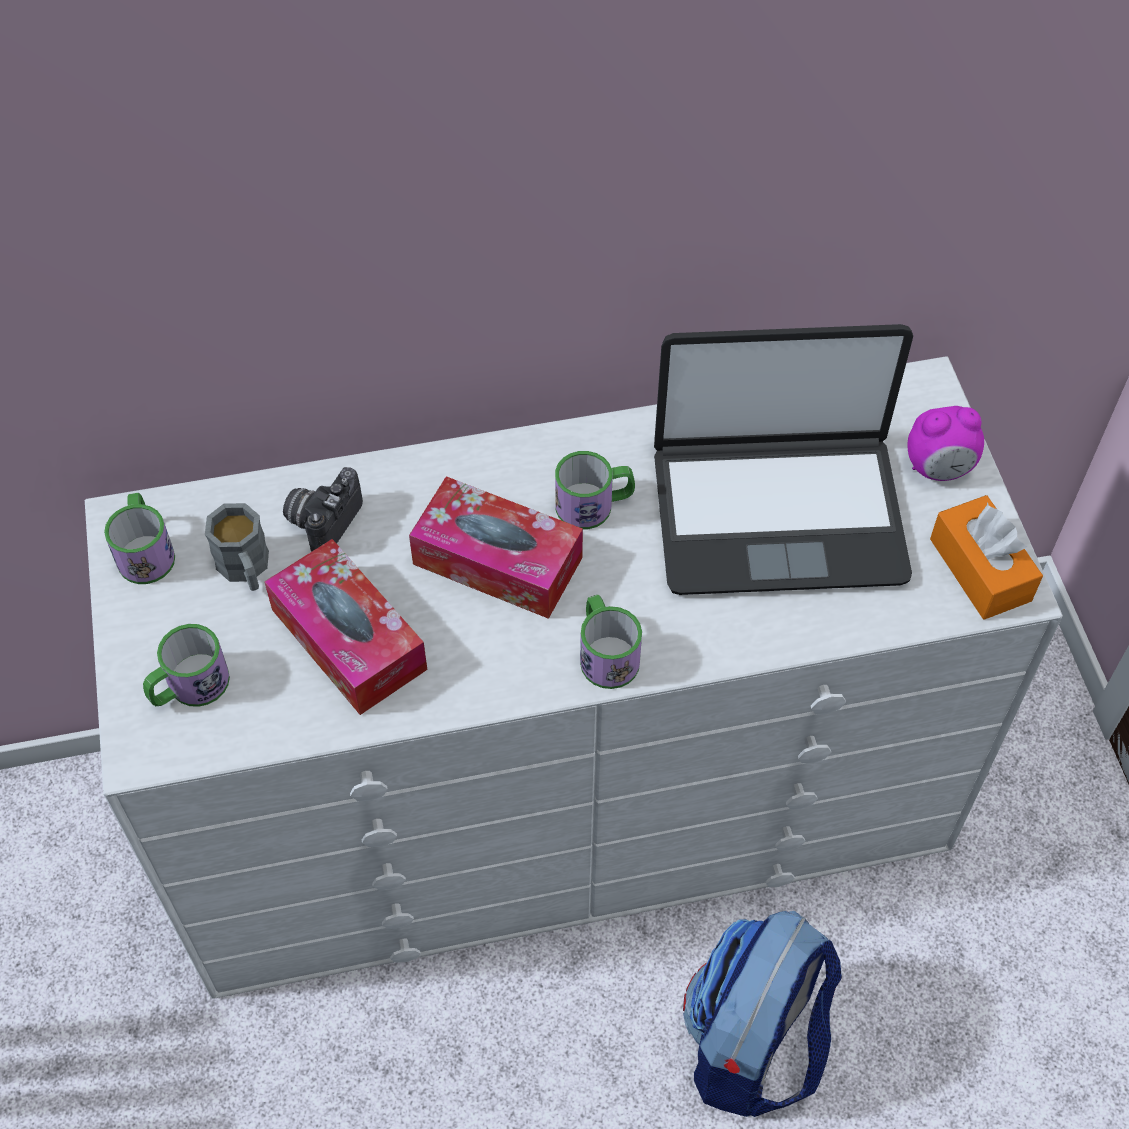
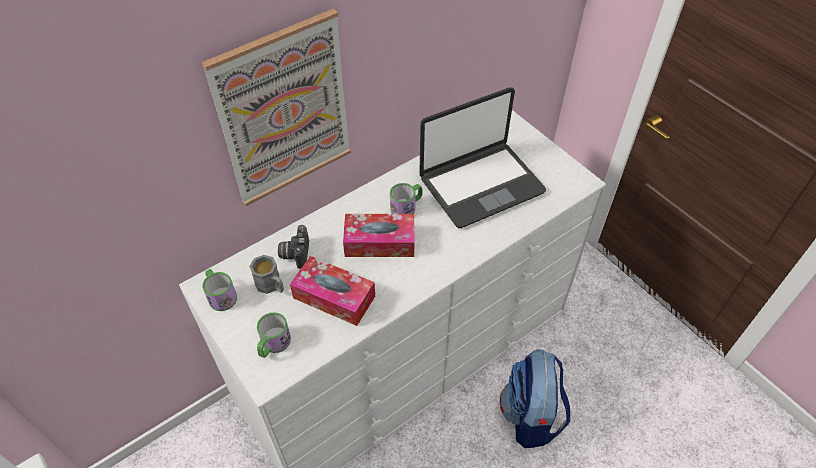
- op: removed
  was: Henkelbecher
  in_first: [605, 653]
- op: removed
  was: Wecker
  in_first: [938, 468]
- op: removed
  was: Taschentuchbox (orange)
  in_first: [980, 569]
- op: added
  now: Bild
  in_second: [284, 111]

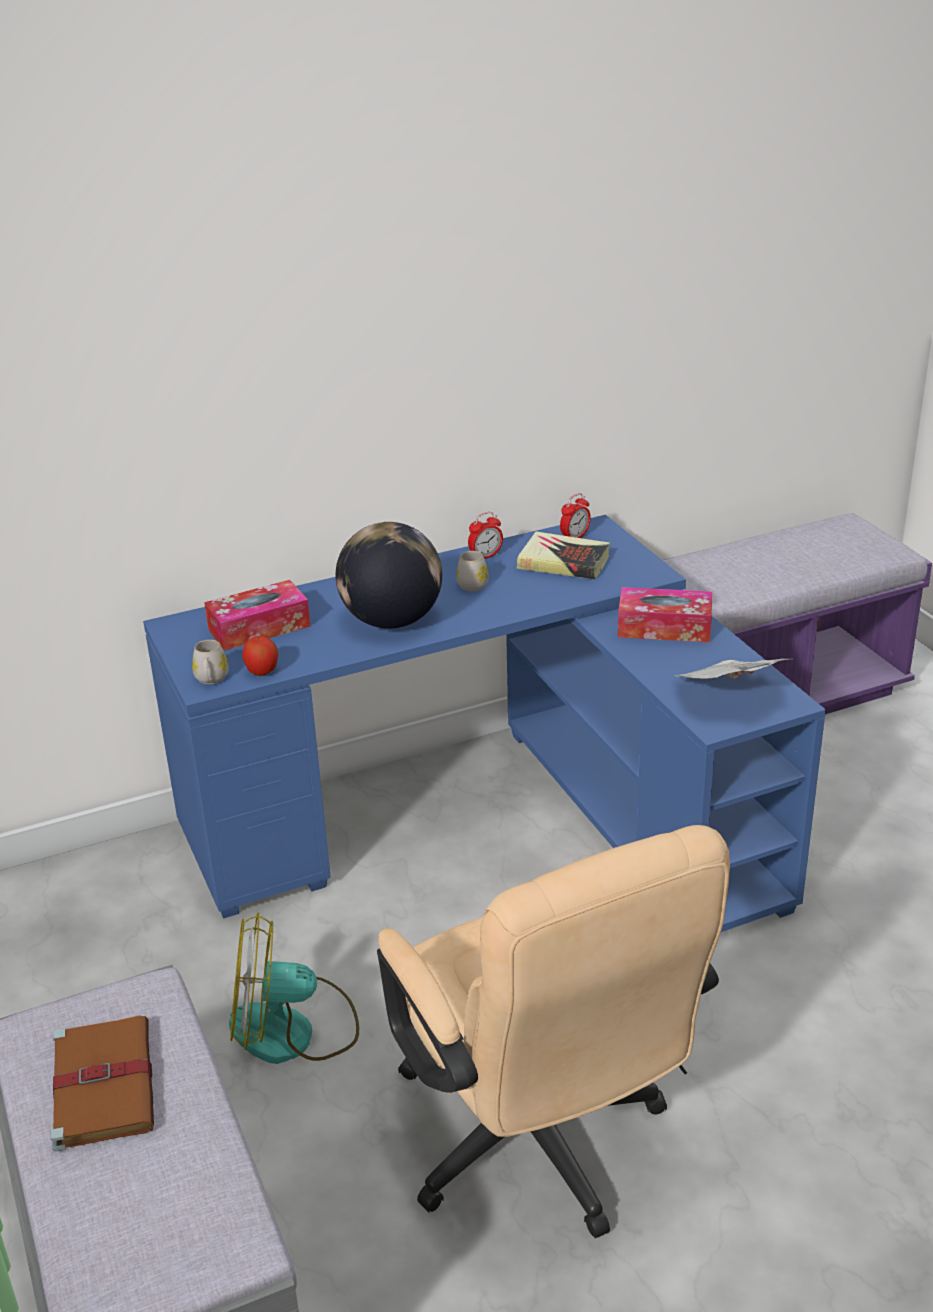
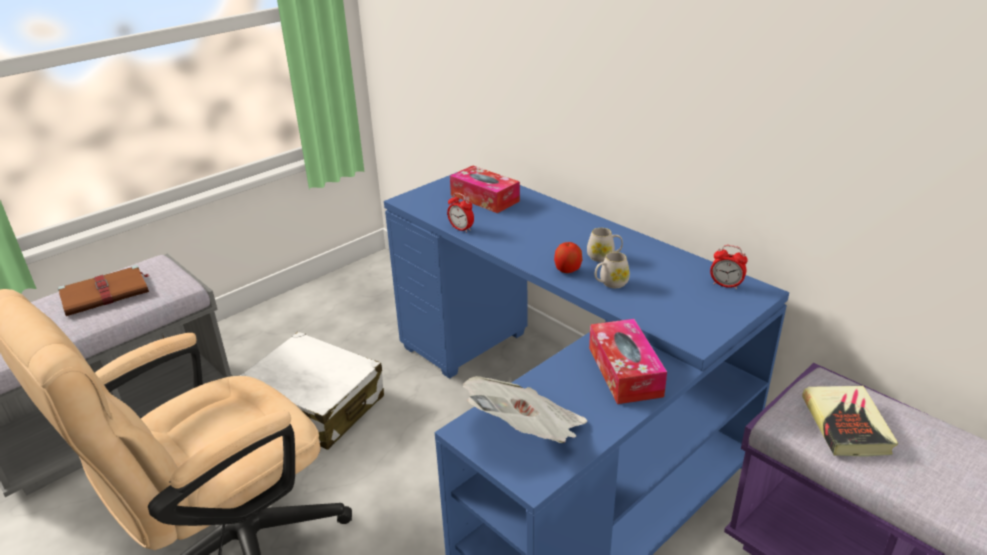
- op: moved
  was: Henkelbecher (weiß)
  in_first: [211, 680]
  in_second: [610, 283]
- op: replaced
  was: Ventilator
  now: Koffer (weiß)
  in_first: [292, 1032]
  in_second: [315, 405]
- op: moved
  was: Apfel
  in_first: [262, 671]
  in_second: [567, 270]
- op: removed
  was: Globus
  in_first: [392, 621]
- op: moved
  was: Wecker
  in_first: [485, 556]
  in_second: [461, 229]
- op: moved
  was: Buch
  in_first: [563, 562]
  in_second: [846, 425]

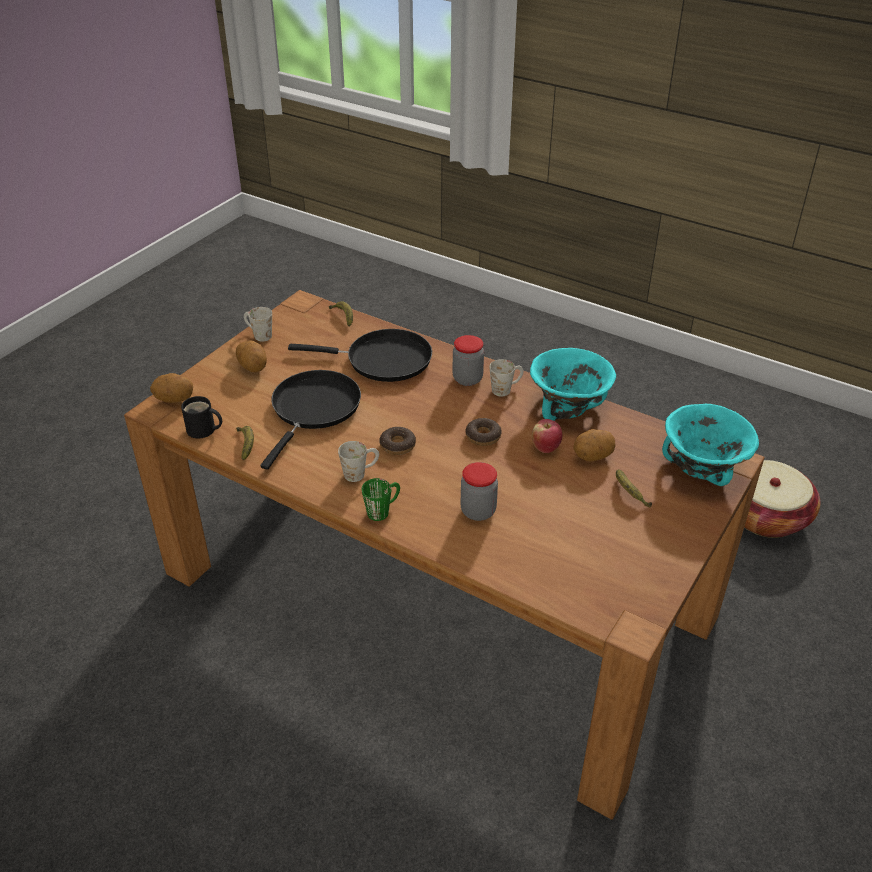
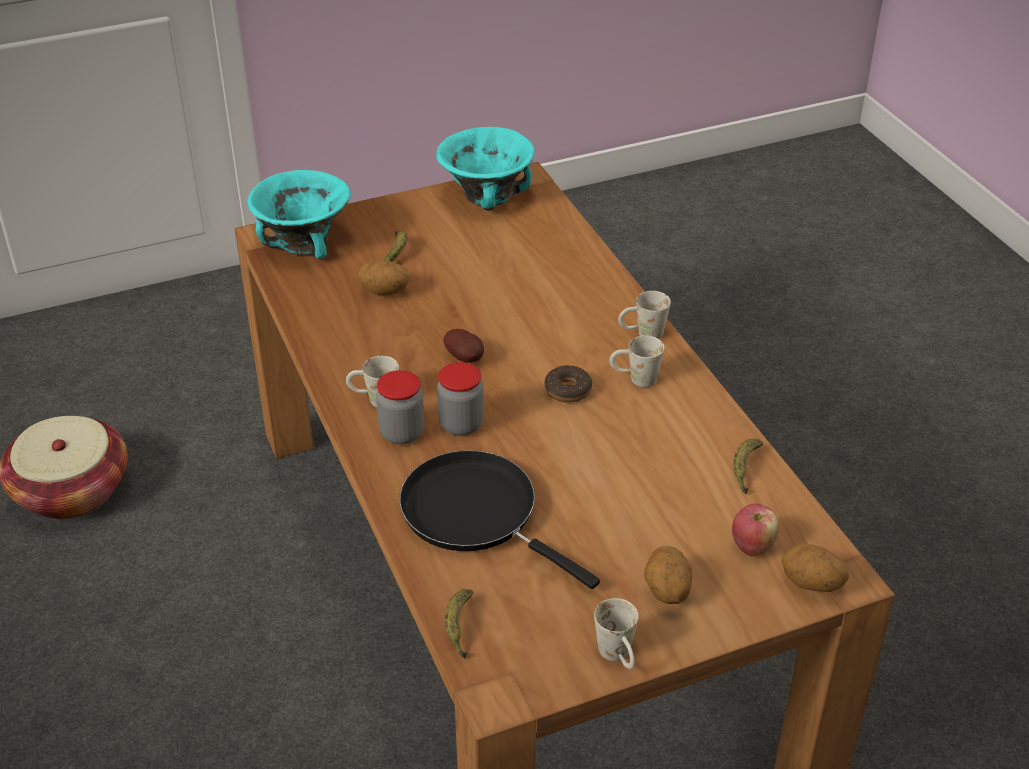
- op: removed
  was: Henkelbecher (schwarz)
  in_first: [203, 430]
- op: removed
  was: Pfanne (schwarz)
  in_first: [313, 409]
- op: recoloured
  was: Henkelbecher (grün)
  now: Henkelbecher (weiß)
  in_first: [383, 510]
  in_second: [642, 334]
- op: moved
  was: Vorratsglas
  in_first: [478, 511]
  in_second: [461, 424]
- op: replaced
  was: Donut
  now: Kartoffel
  in_first: [483, 436]
  in_second: [466, 358]
- op: moved
  was: Schüssel (türkis)
  in_first: [568, 407]
  in_second: [487, 195]
- op: moved
  was: Apfel
  in_first: [545, 448]
  in_second: [752, 546]

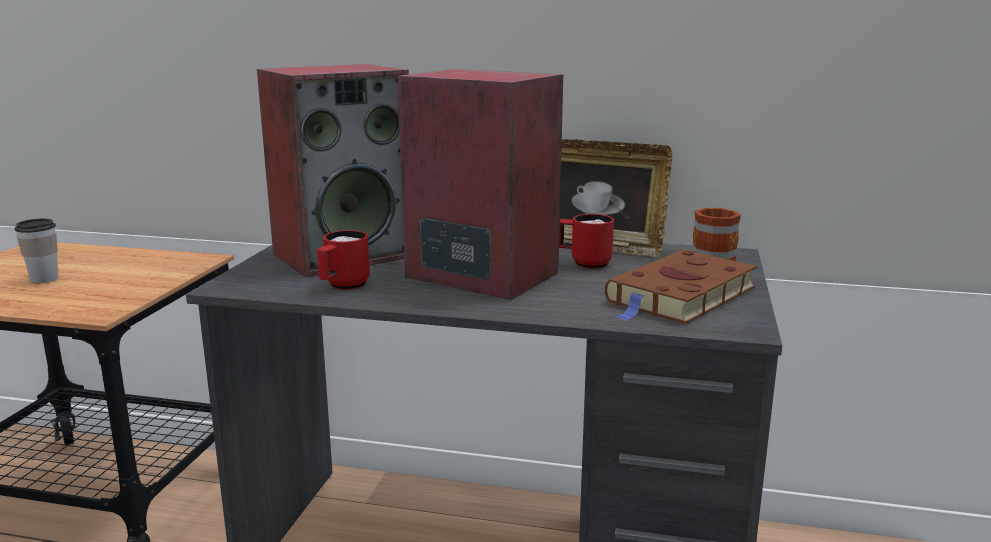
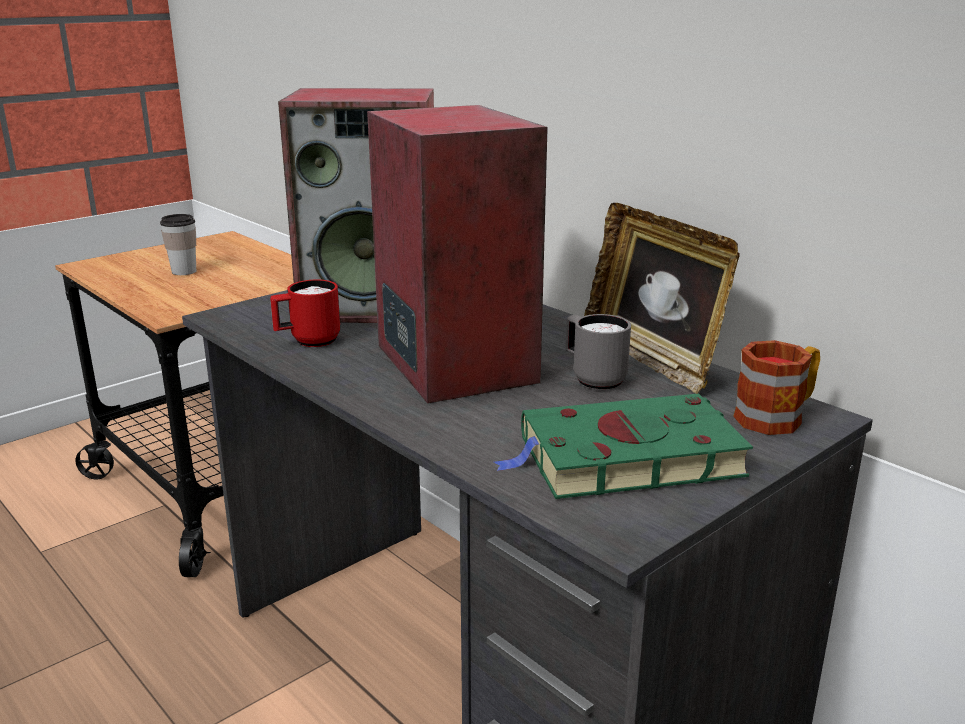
- op: recoloured
  was: Henkelbecher (rot)
  now: Henkelbecher (grau)
  in_first: [584, 263]
  in_second: [593, 378]
- op: recoloured
  was: Buch (braun)
  now: Buch (grün)
  in_first: [680, 296]
  in_second: [624, 458]

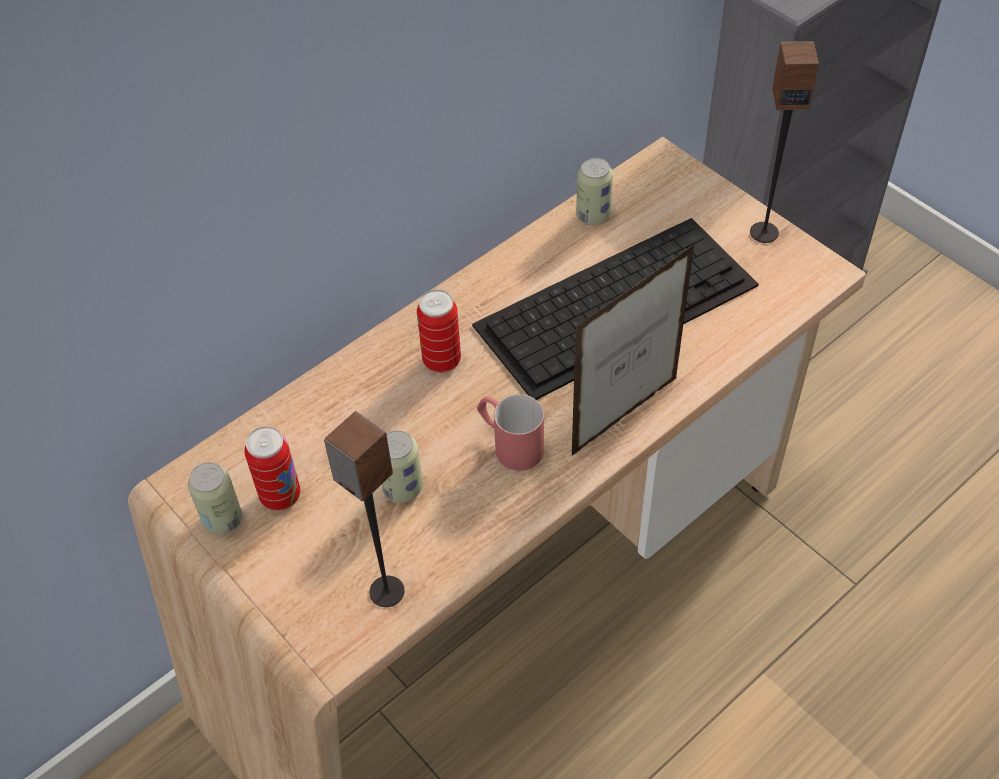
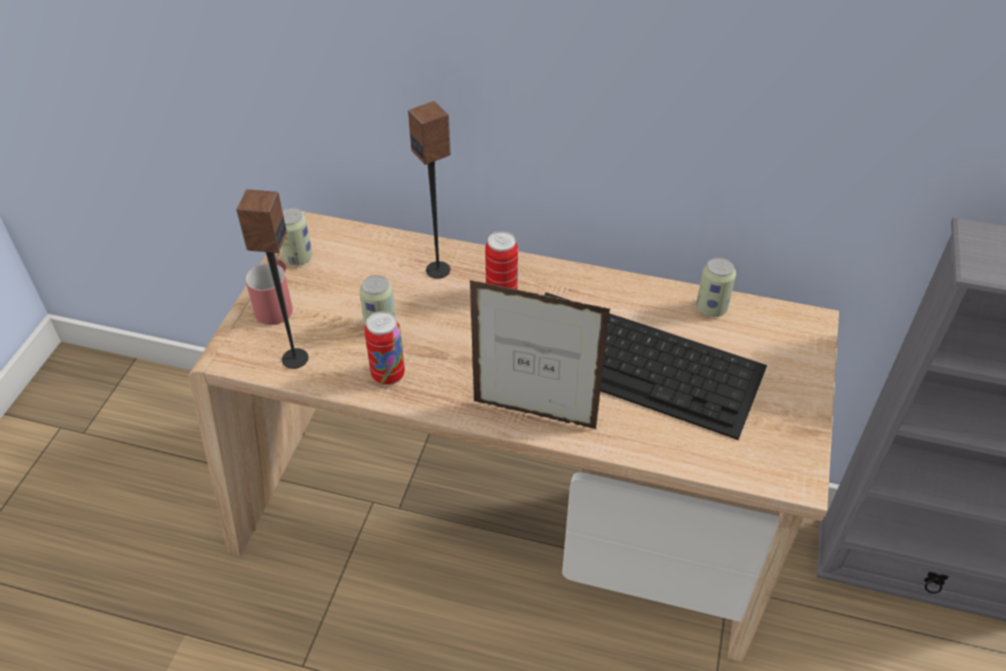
- op: moved
  was: Dose
  in_first: [280, 496]
  in_second: [388, 375]
- op: moved
  was: Henkelbecher (rot)
  in_first: [509, 444]
  in_second: [276, 304]
- op: moved
  was: Lautsprecher
  in_first: [764, 232]
  in_second: [438, 270]

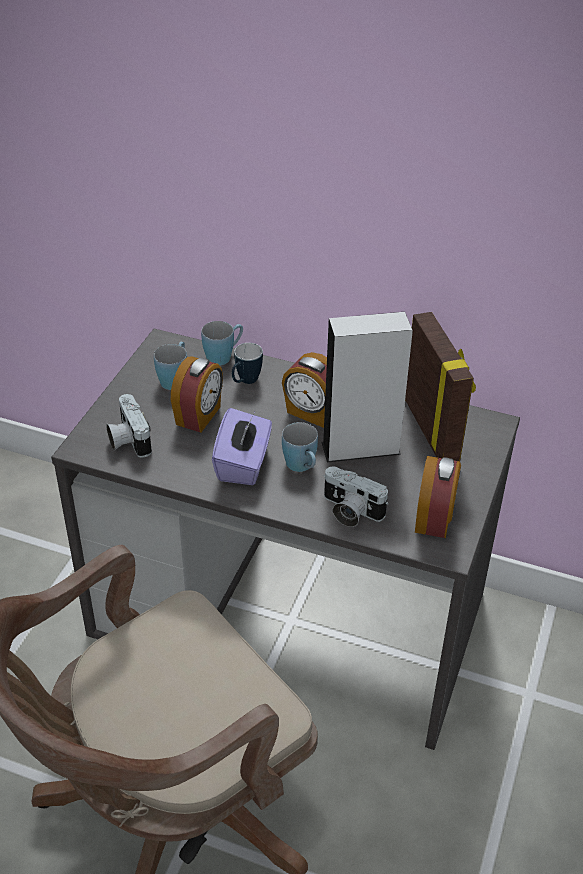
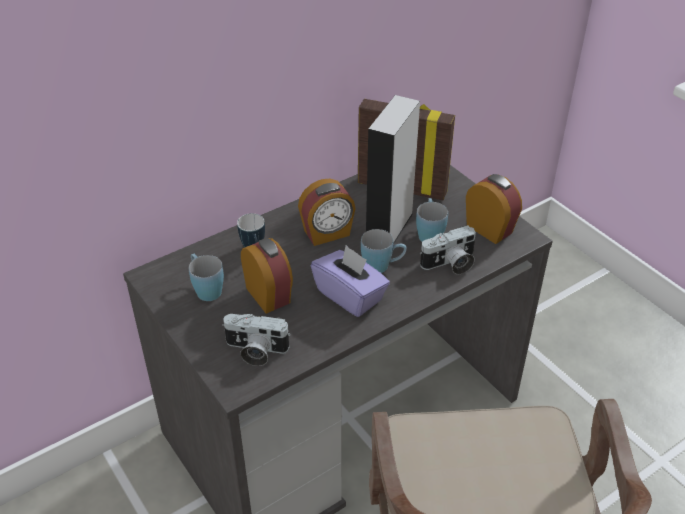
- op: moved
  was: Henkelbecher (blau)
  in_first: [224, 356]
  in_second: [429, 233]

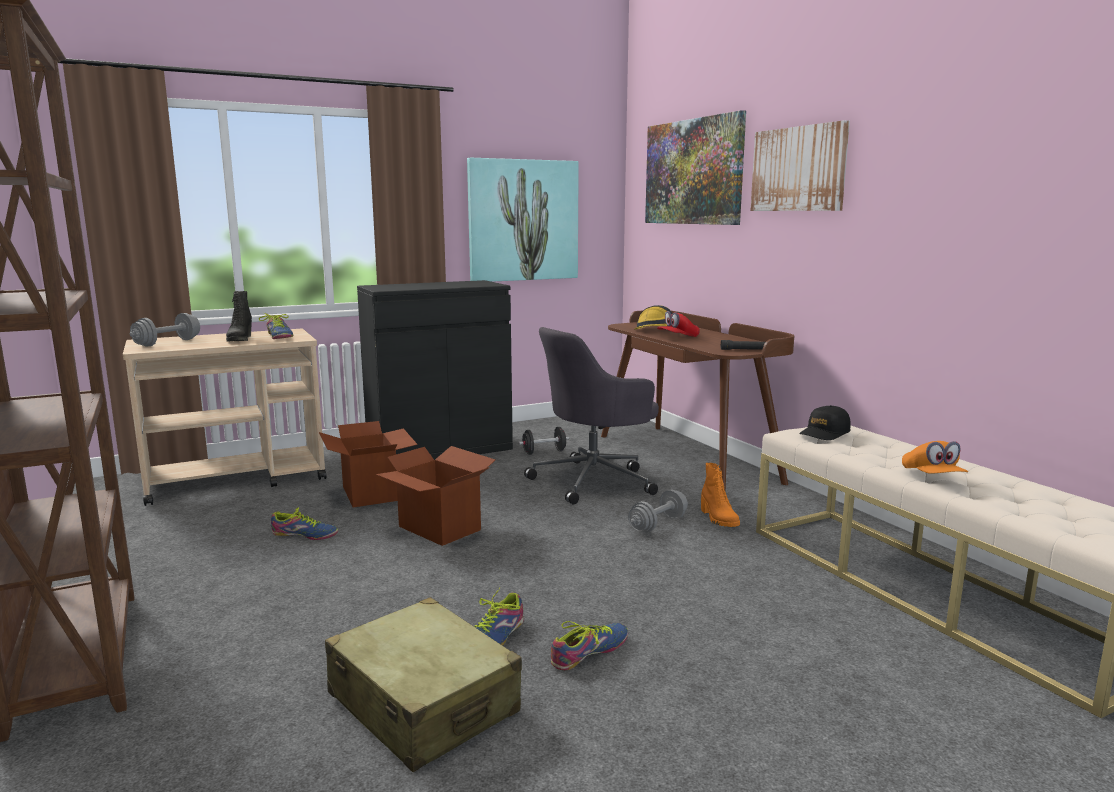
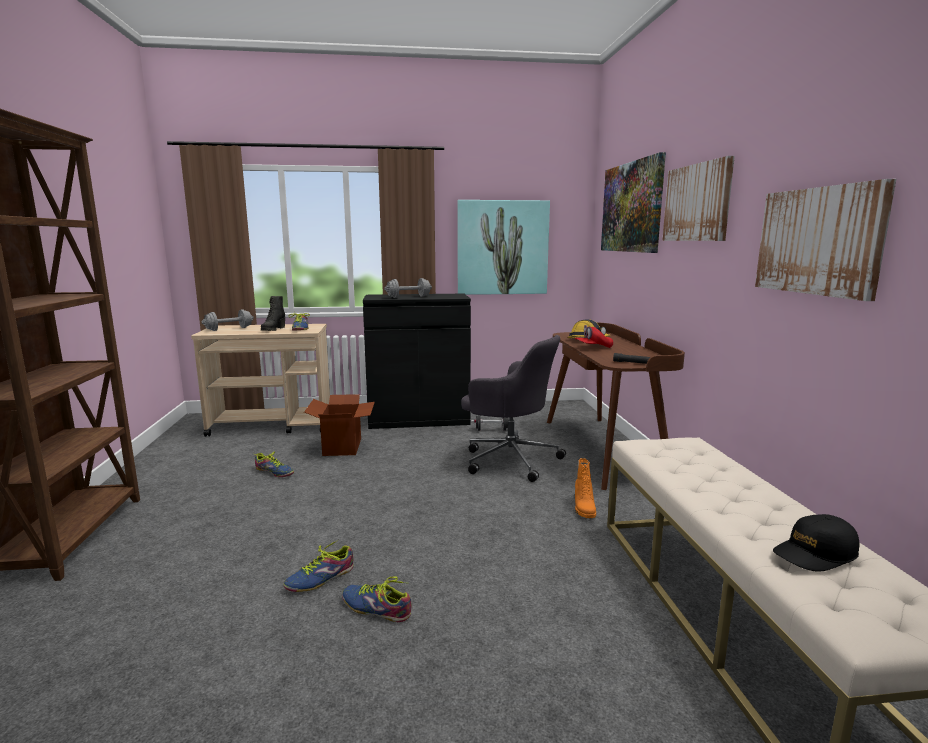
- op: removed
  was: Koffer (beige)
  in_first: [423, 704]
- op: removed
  was: Karton
  in_first: [438, 528]
- op: turned
  was: Bürostuhl (grau)
  in_first: [594, 480]
  in_second: [509, 459]
  clockwise: -135
- op: turned
  was: Schuh
  in_first: [589, 652]
  in_second: [376, 608]
  clockwise: -135
- op: moved
  was: Hantel (grau)
  in_first: [657, 524]
  in_second: [408, 297]
- op: moved
  was: Kappe (schwarz)
  in_first: [824, 433]
  in_second: [815, 554]
- op: removed
  was: Kappe (orange)
  in_first: [932, 477]
- op: added
  now: Bild
  in_second: [818, 241]

